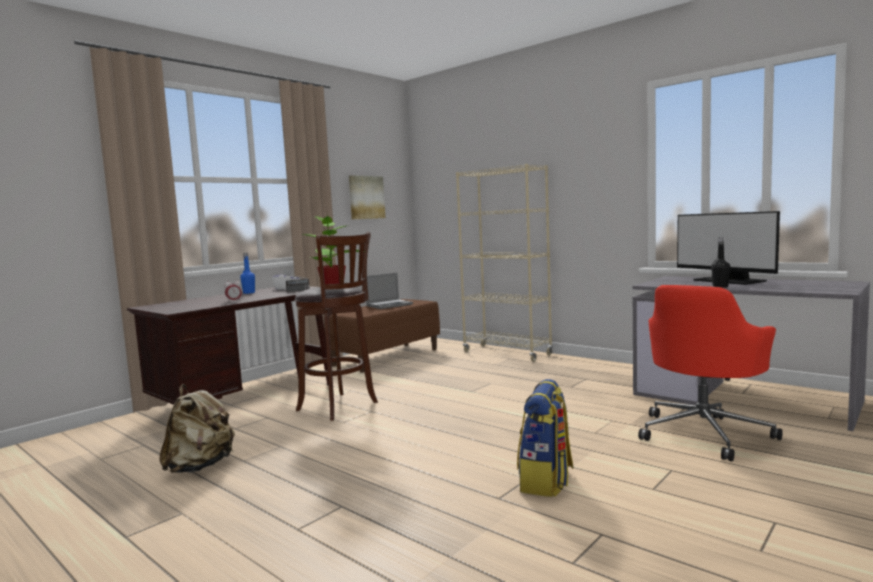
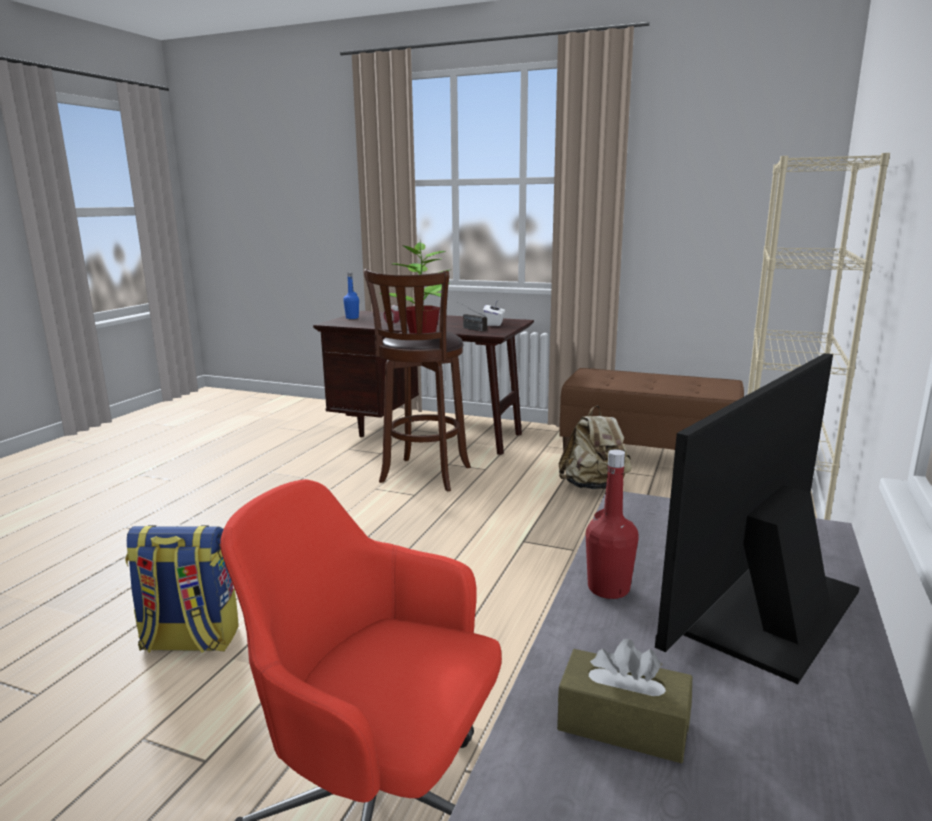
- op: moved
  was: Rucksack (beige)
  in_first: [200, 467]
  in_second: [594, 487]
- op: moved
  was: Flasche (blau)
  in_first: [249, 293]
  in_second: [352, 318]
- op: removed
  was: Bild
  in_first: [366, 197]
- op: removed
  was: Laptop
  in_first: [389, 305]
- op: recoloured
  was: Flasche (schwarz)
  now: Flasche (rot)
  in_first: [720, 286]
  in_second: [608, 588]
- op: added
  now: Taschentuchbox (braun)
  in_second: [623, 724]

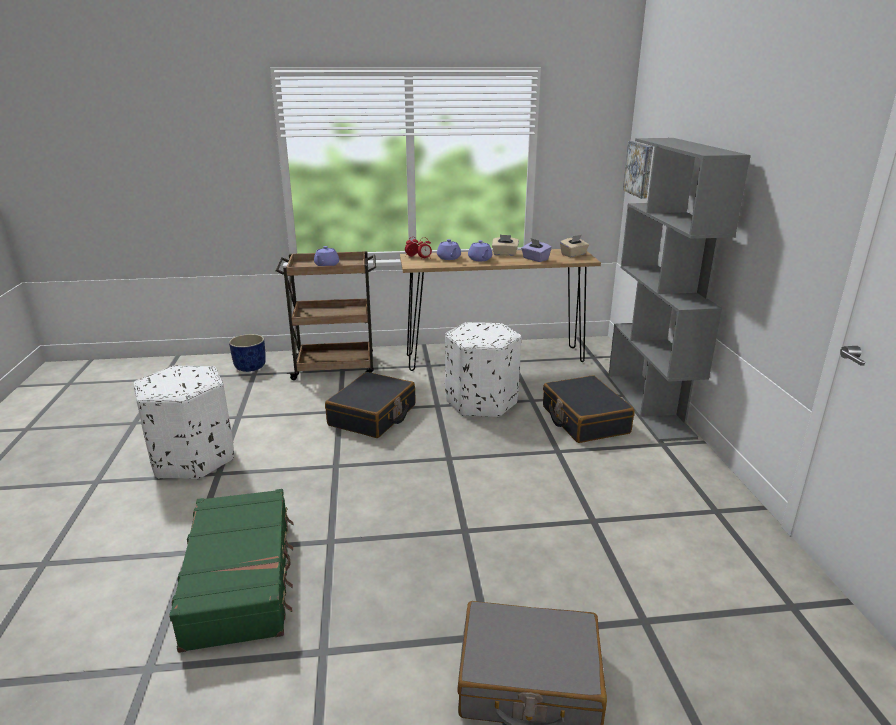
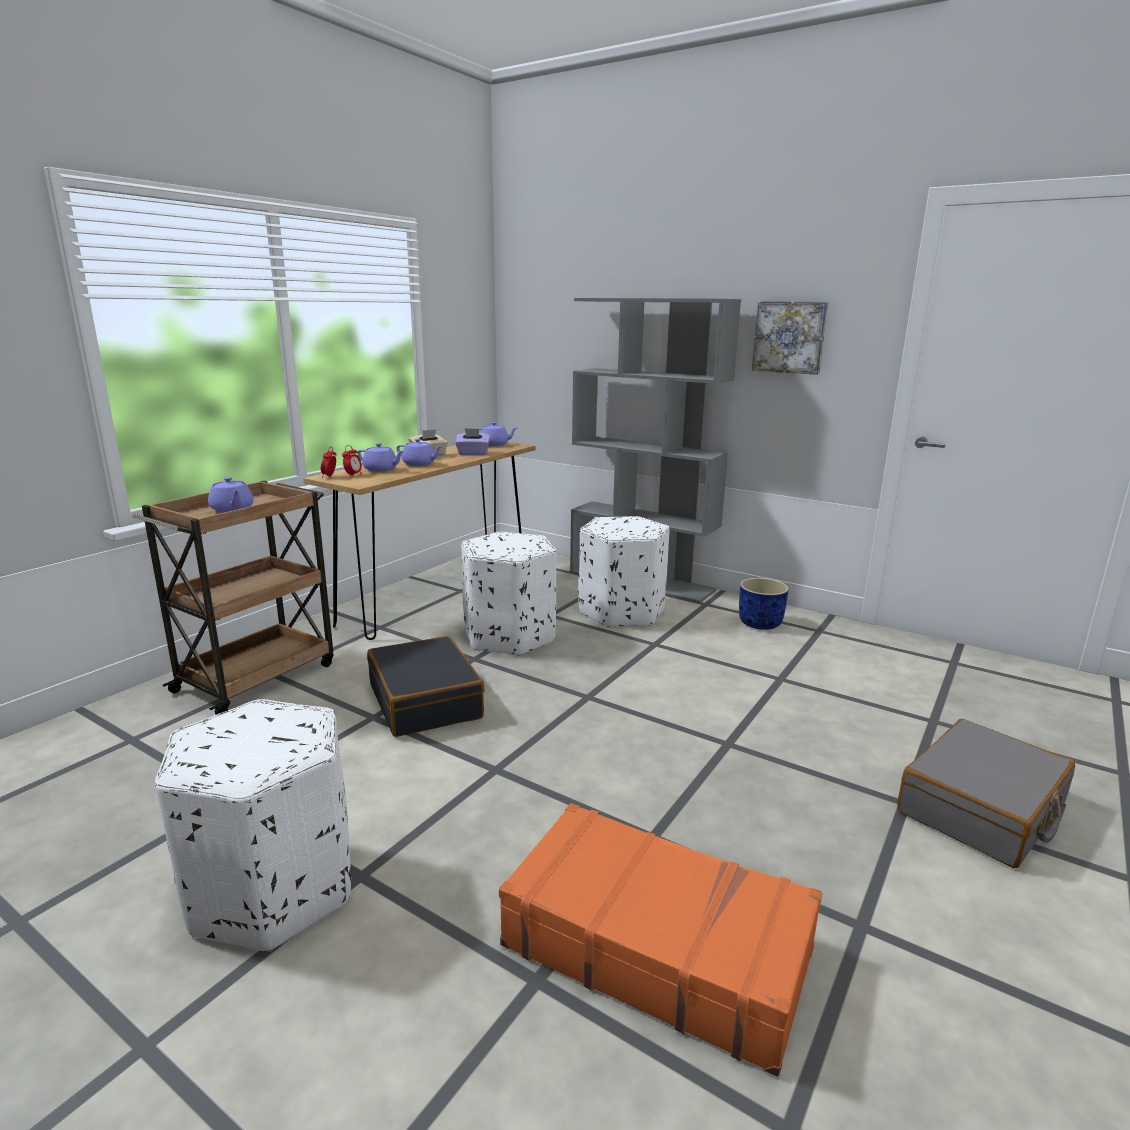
- op: recoloured
  was: Koffer (grün)
  now: Koffer (orange)
  in_first: [241, 578]
  in_second: [656, 946]
- op: moved
  was: Pflanzkübel (blau)
  in_first: [250, 367]
  in_second: [760, 623]
- op: replaced
  was: Koffer (schwarz)
  now: Polsterhocker (weiß)
  in_first: [584, 420]
  in_second: [622, 612]
- op: replaced
  was: Taschentuchbox (beige)
  now: Teekanne (lila)
  in_first: [573, 255]
  in_second: [495, 444]
- op: moved
  was: Bild
  in_first: [640, 169]
  in_second: [790, 337]

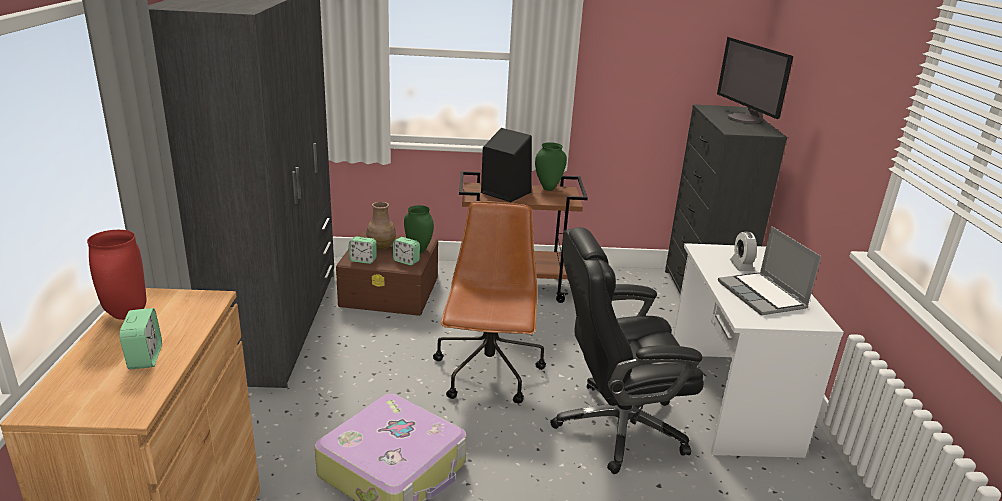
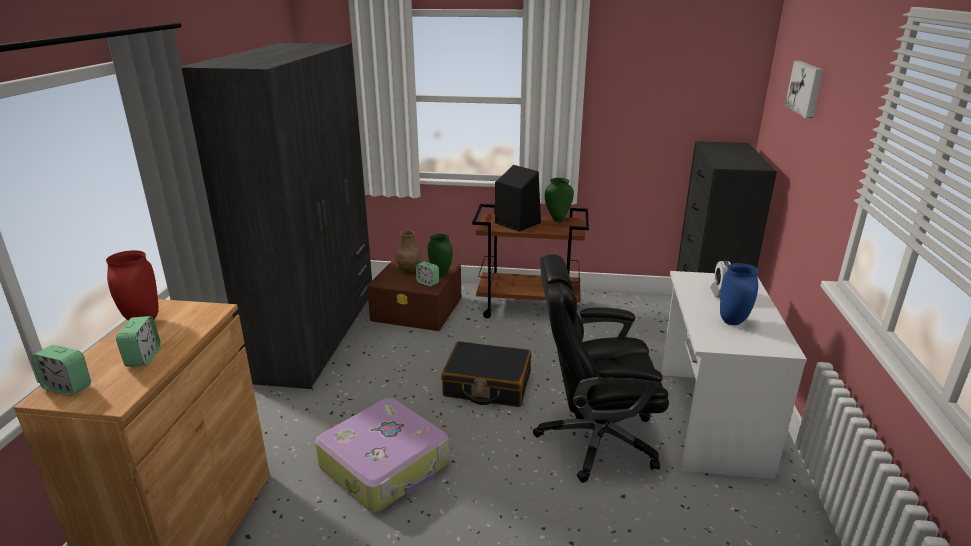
- op: moved
  was: Wecker
  in_first: [363, 260]
  in_second: [67, 387]
- op: replaced
  was: Bürostuhl (braun)
  now: Koffer (schwarz)
  in_first: [488, 374]
  in_second: [487, 385]
- op: removed
  was: Monitor
  in_first: [745, 119]
- op: replaced
  was: Laptop
  now: Vase (blau)
  in_first: [763, 296]
  in_second: [733, 322]
- op: added
  now: Bild
  in_second: [806, 88]

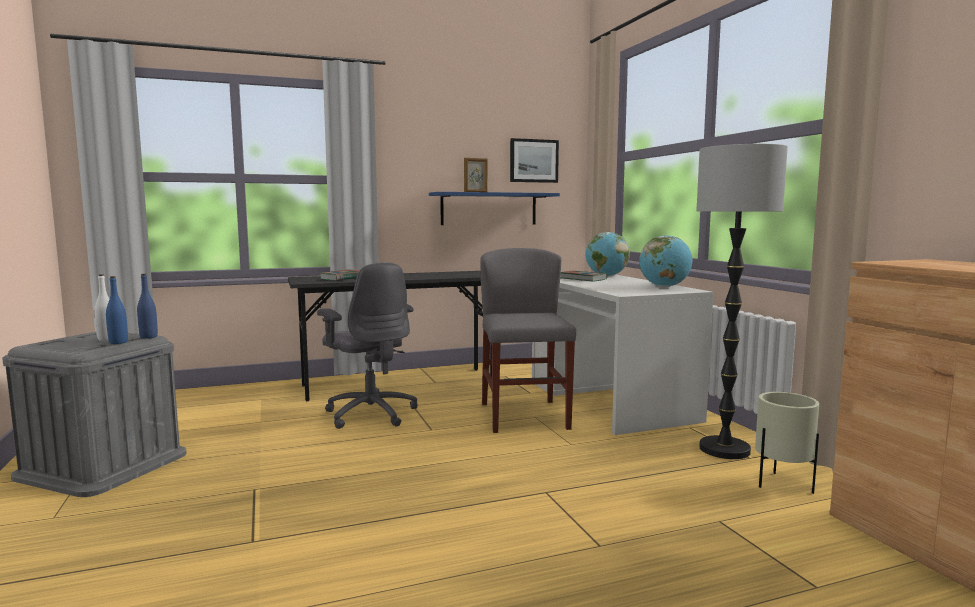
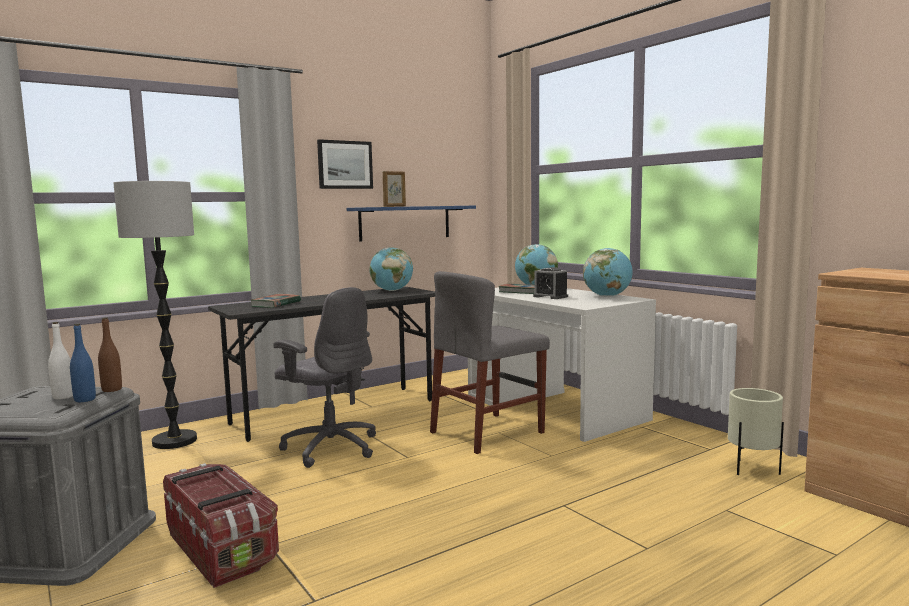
- op: recoloured
  was: Flasche (blau)
  now: Flasche (braun)
  in_first: [148, 337]
  in_second: [112, 389]
- op: turned
  was: Stuhl (grau)
  in_first: [524, 416]
  in_second: [487, 432]
  clockwise: -105
- op: moved
  was: Bild
  in_first: [533, 161]
  in_second: [345, 164]
- op: moved
  was: Stehlampe
  in_first: [724, 450]
  in_second: [174, 441]
- op: added
  now: Aufbewahrungsbox
  in_second: [221, 548]
- op: added
  now: Globus
  in_second: [392, 290]
- op: added
  now: Wecker
  in_second: [550, 296]

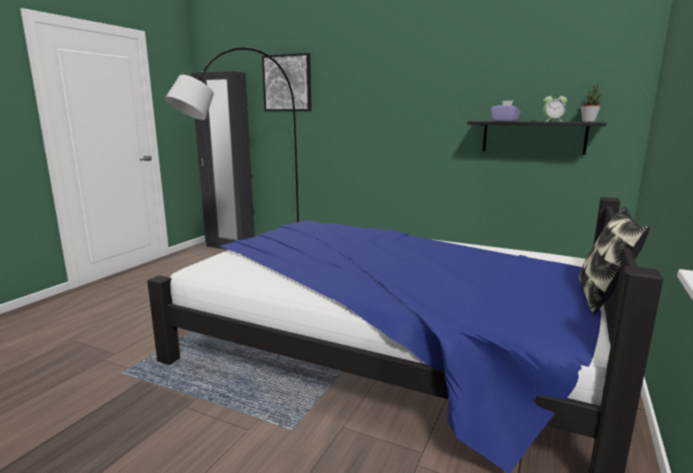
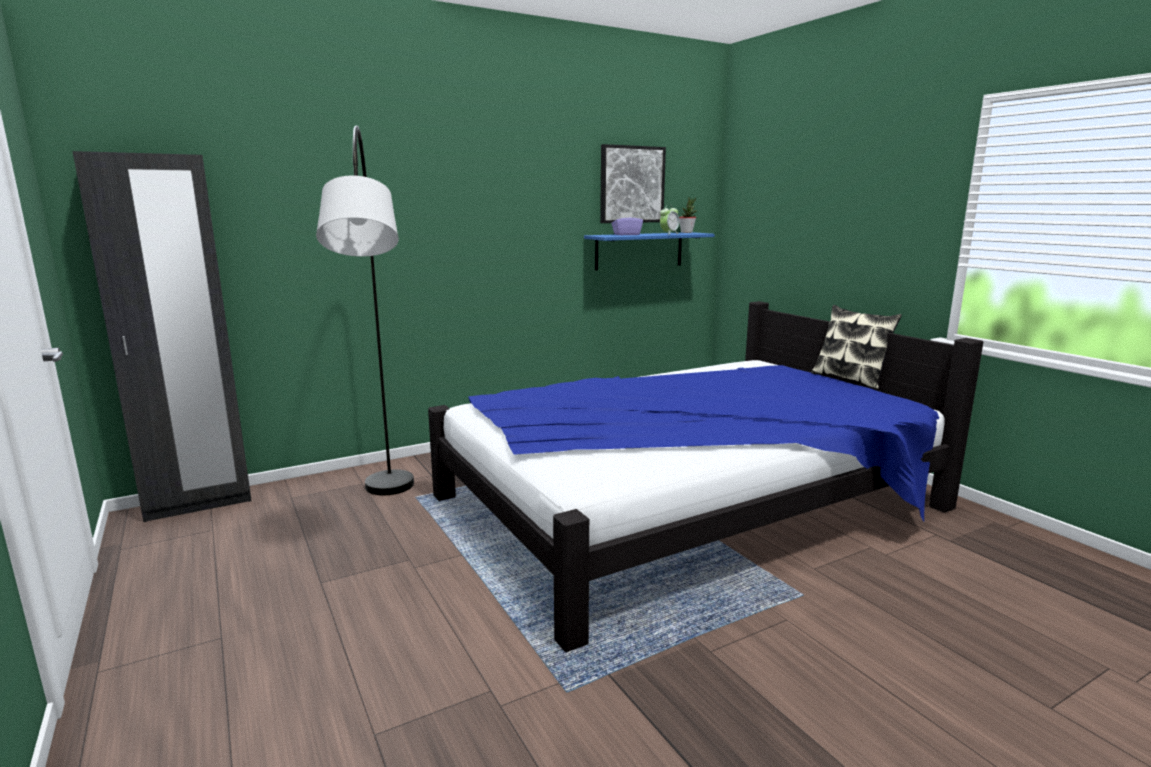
- op: moved
  was: Bild
  in_first: [287, 83]
  in_second: [631, 184]
- op: recoloured
  was: Wandregal (schwarz)
  now: Wandregal (blau)
  in_first: [533, 137]
  in_second: [639, 250]

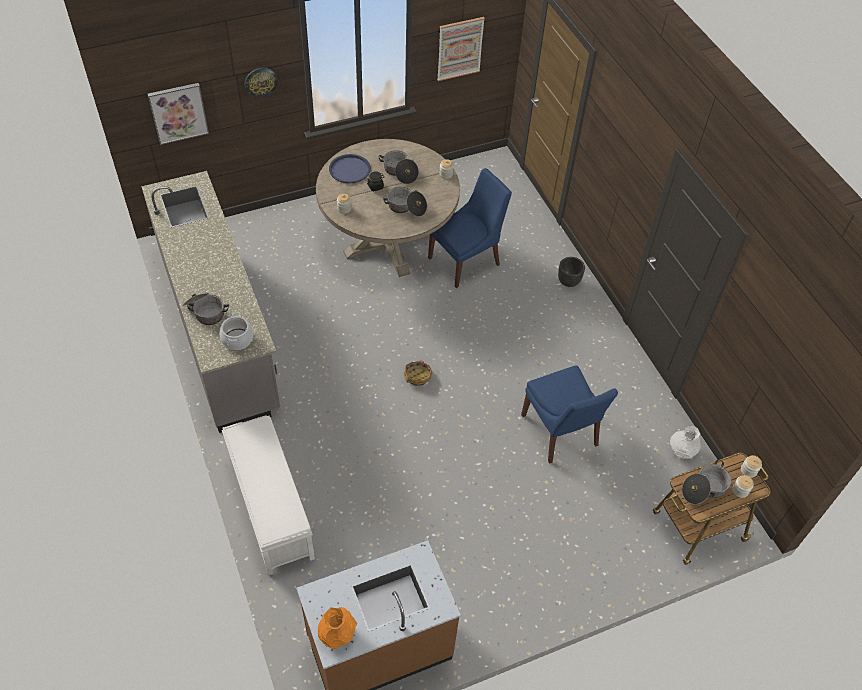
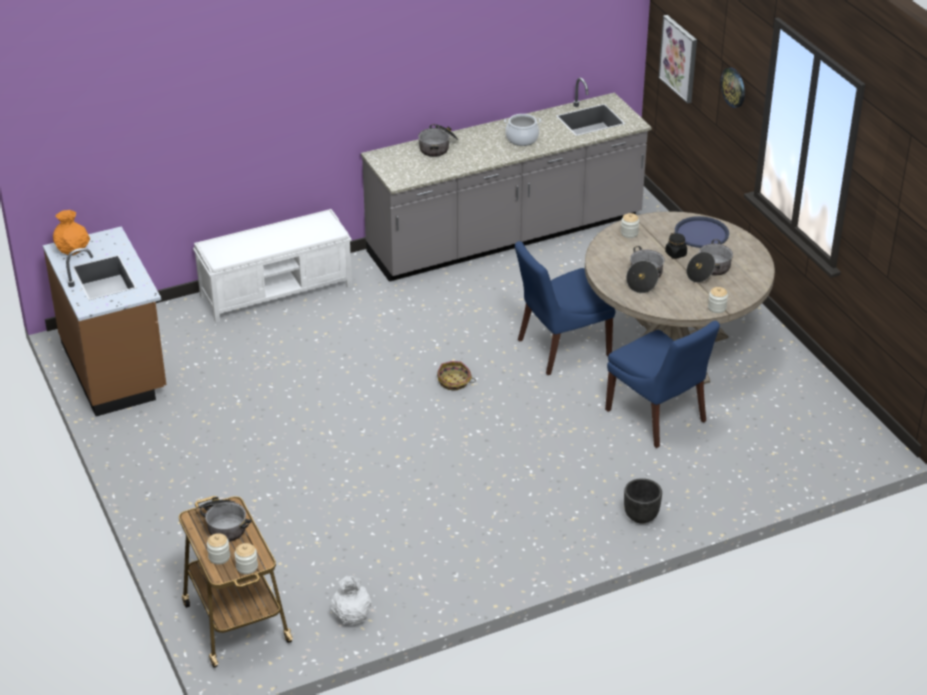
- op: moved
  was: Kochtopf
  in_first: [237, 339]
  in_second: [522, 139]
- op: removed
  was: Bild
  in_first: [459, 48]
- op: moved
  was: Stuhl (blau)
  in_first: [560, 432]
  in_second: [561, 349]

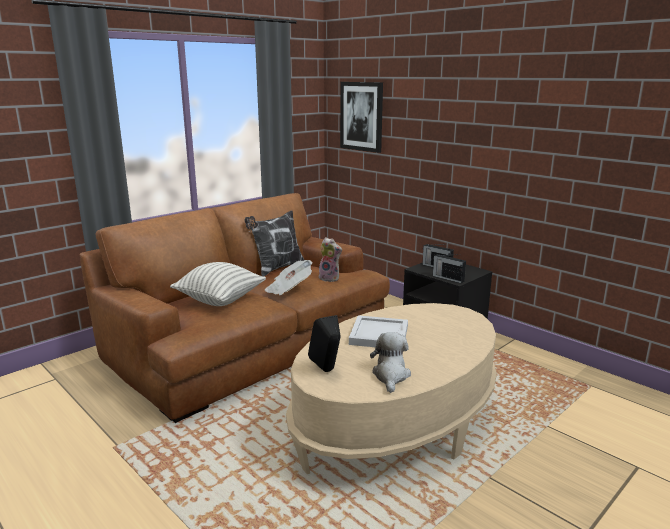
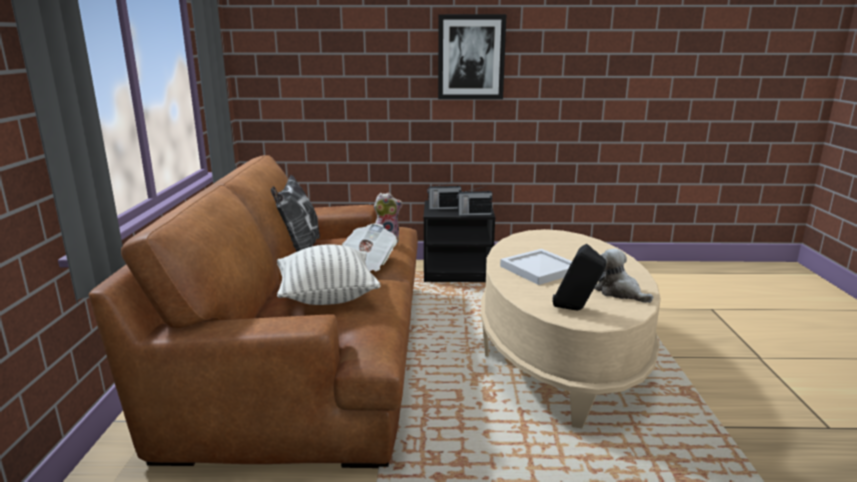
- op: moved
  was: Bild
  in_first: [361, 116]
  in_second: [471, 57]

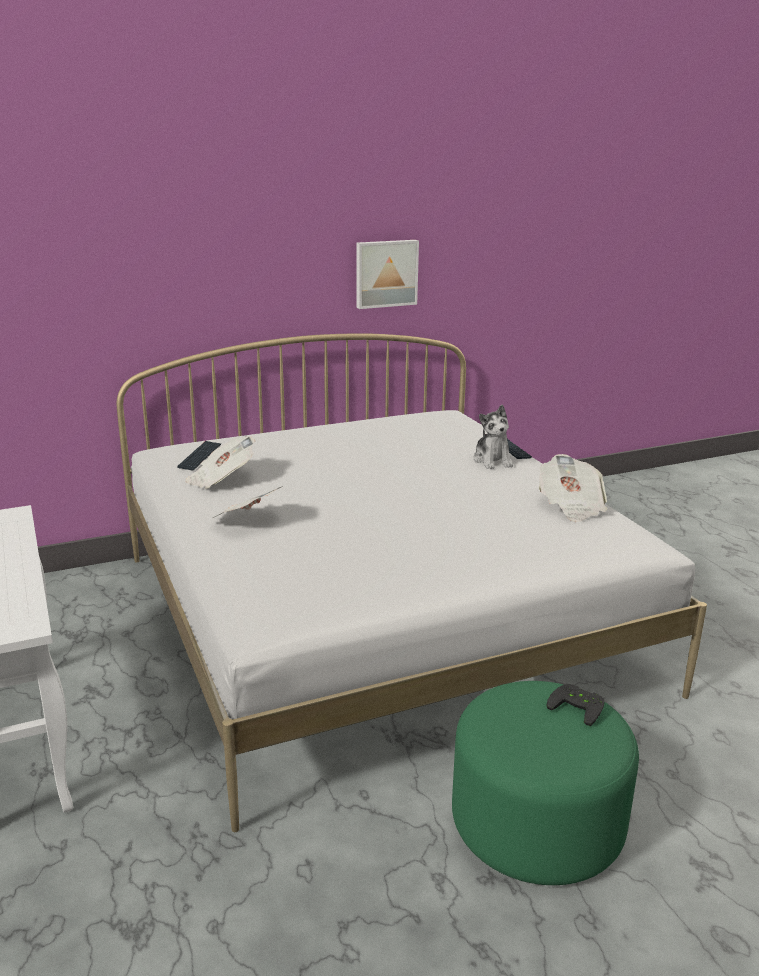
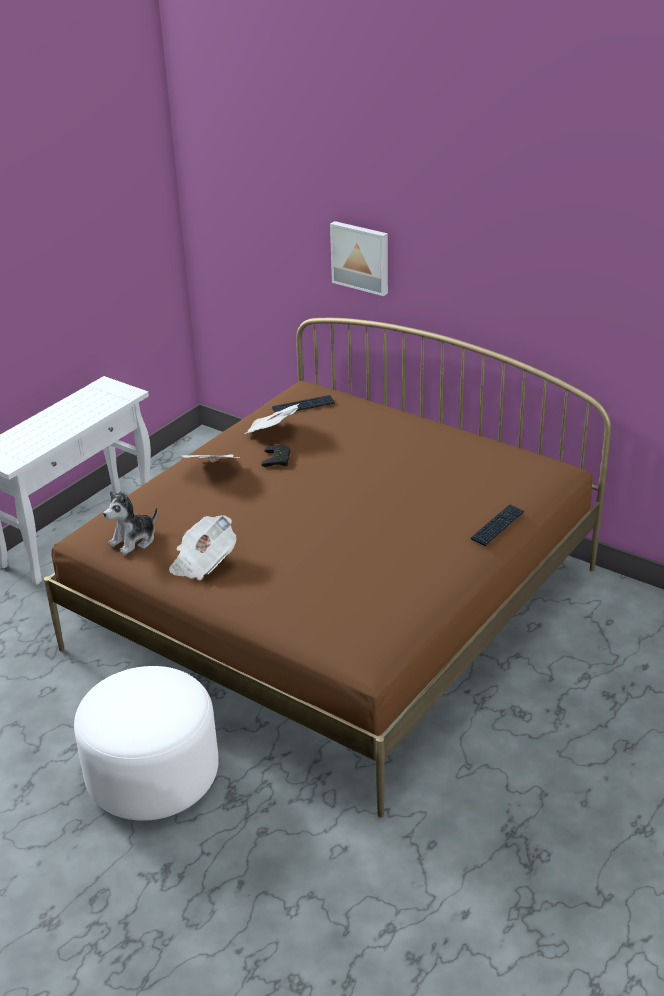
- op: recoloured
  was: Bett (weiß)
  now: Bett (braun)
  in_first: [377, 620]
  in_second: [336, 608]
- op: moved
  was: Bild
  in_first: [385, 273]
  in_second: [361, 257]
- op: recoloured
  was: Polsterhocker (grün)
  now: Polsterhocker (weiß)
  in_first: [537, 823]
  in_second: [153, 775]
- op: moved
  was: Plüschtier
  in_first: [492, 460]
  in_second: [134, 540]
- op: moved
  was: Zeitung
  in_first: [571, 506]
  in_second: [203, 563]
- op: moved
  was: Gamepad (schwarz)
  in_first: [578, 706]
  in_second: [279, 459]

